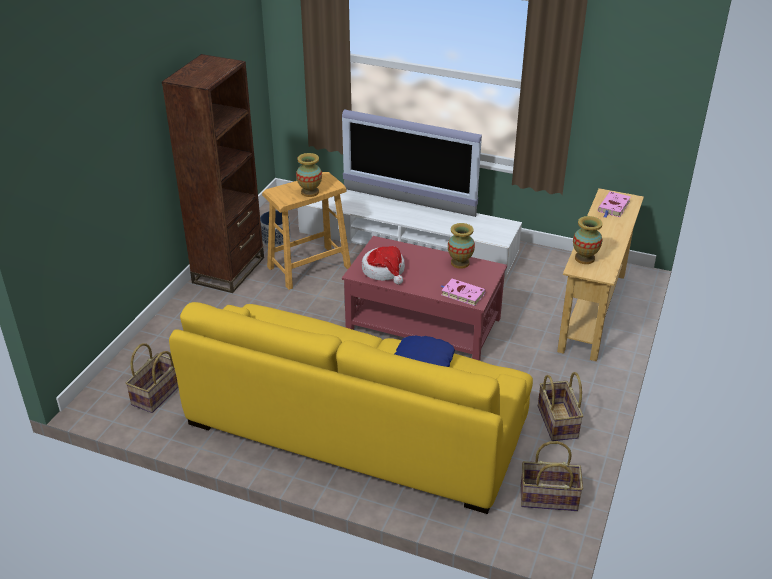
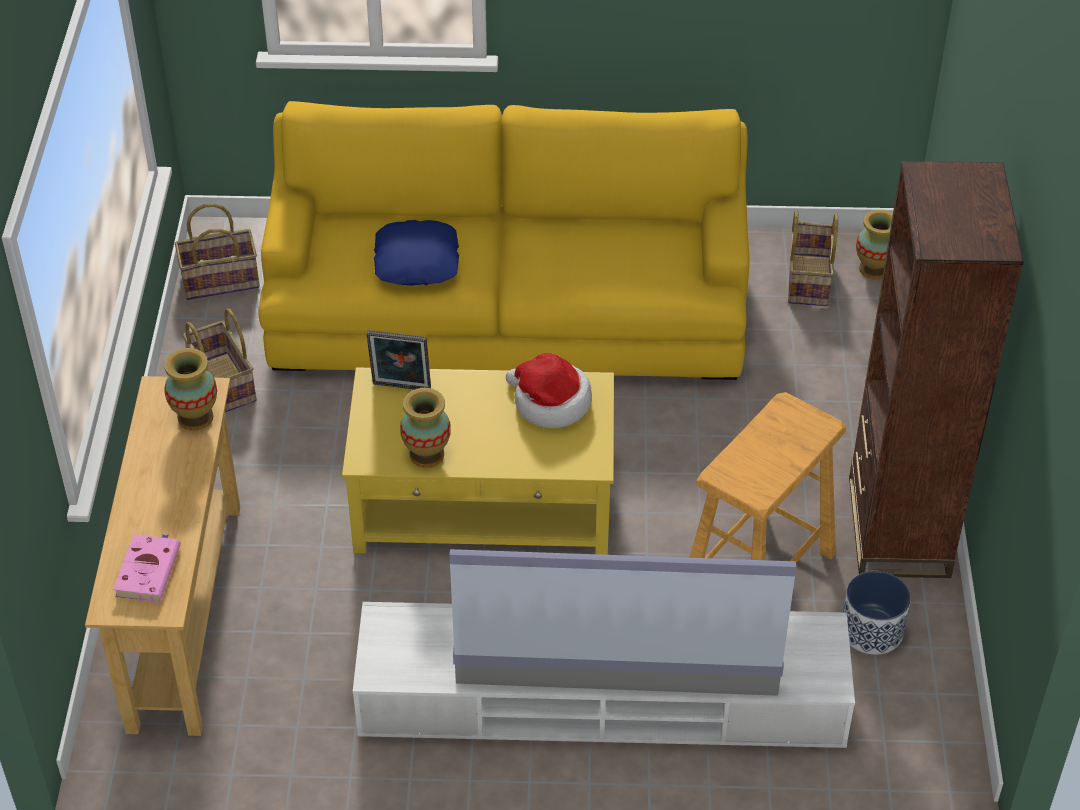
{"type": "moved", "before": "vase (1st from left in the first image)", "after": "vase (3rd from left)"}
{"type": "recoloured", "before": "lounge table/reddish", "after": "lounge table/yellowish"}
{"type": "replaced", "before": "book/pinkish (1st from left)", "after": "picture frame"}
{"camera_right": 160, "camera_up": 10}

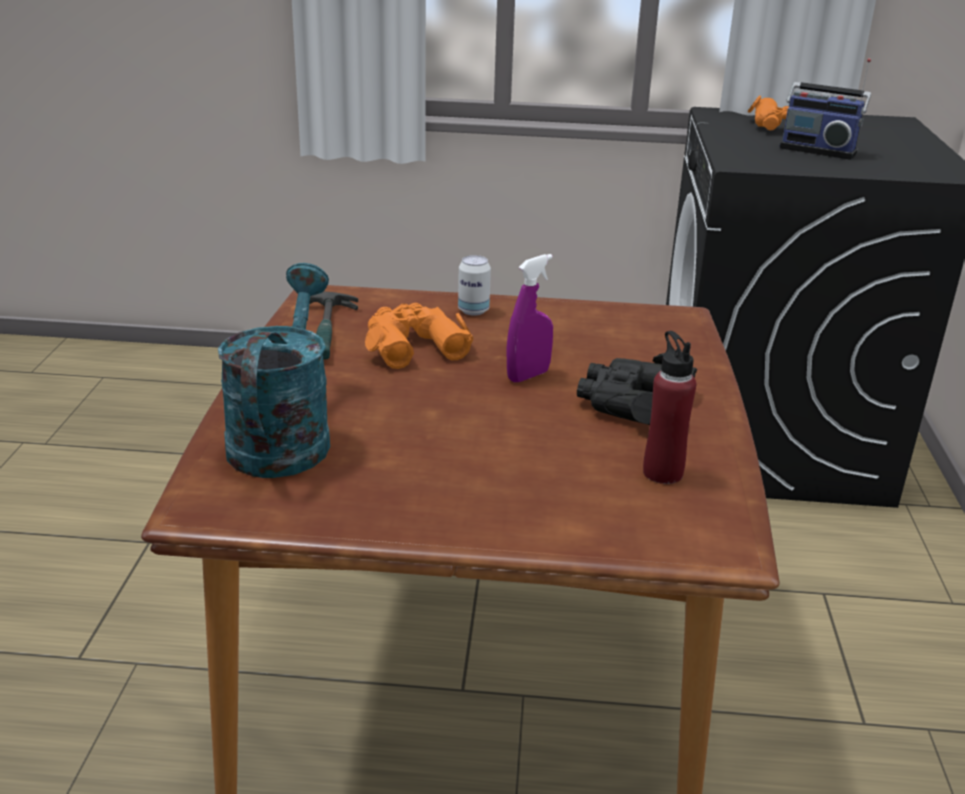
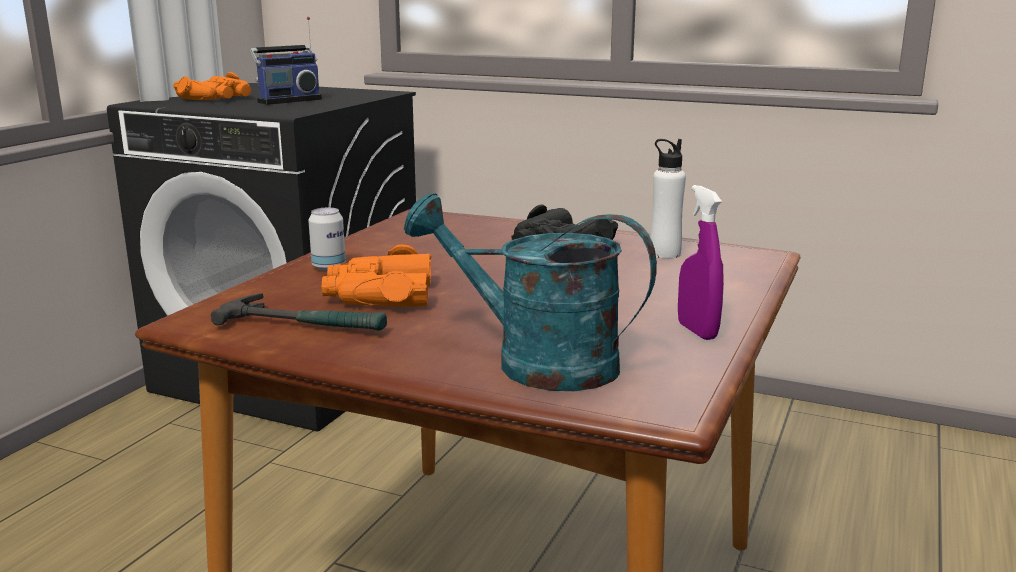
{"type": "moved", "before": "spray bottle/purplish"}
{"type": "recoloured", "before": "beverage bottle/reddish", "after": "beverage bottle/white"}
{"camera_right": -70, "camera_up": -10}

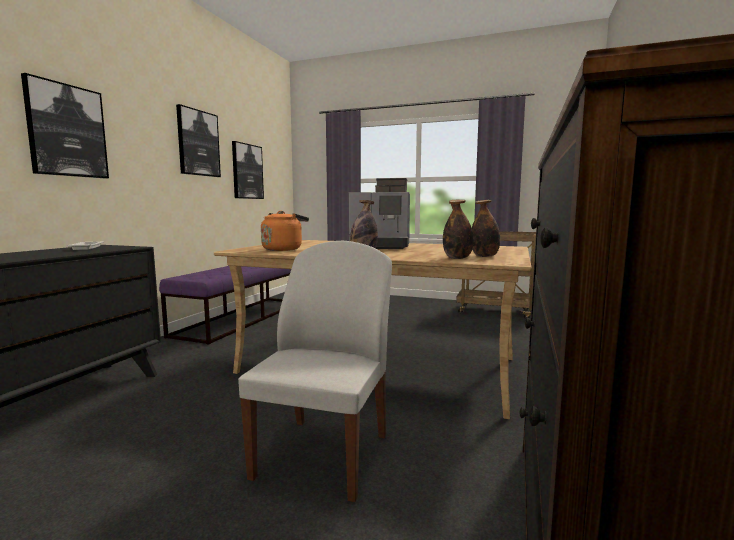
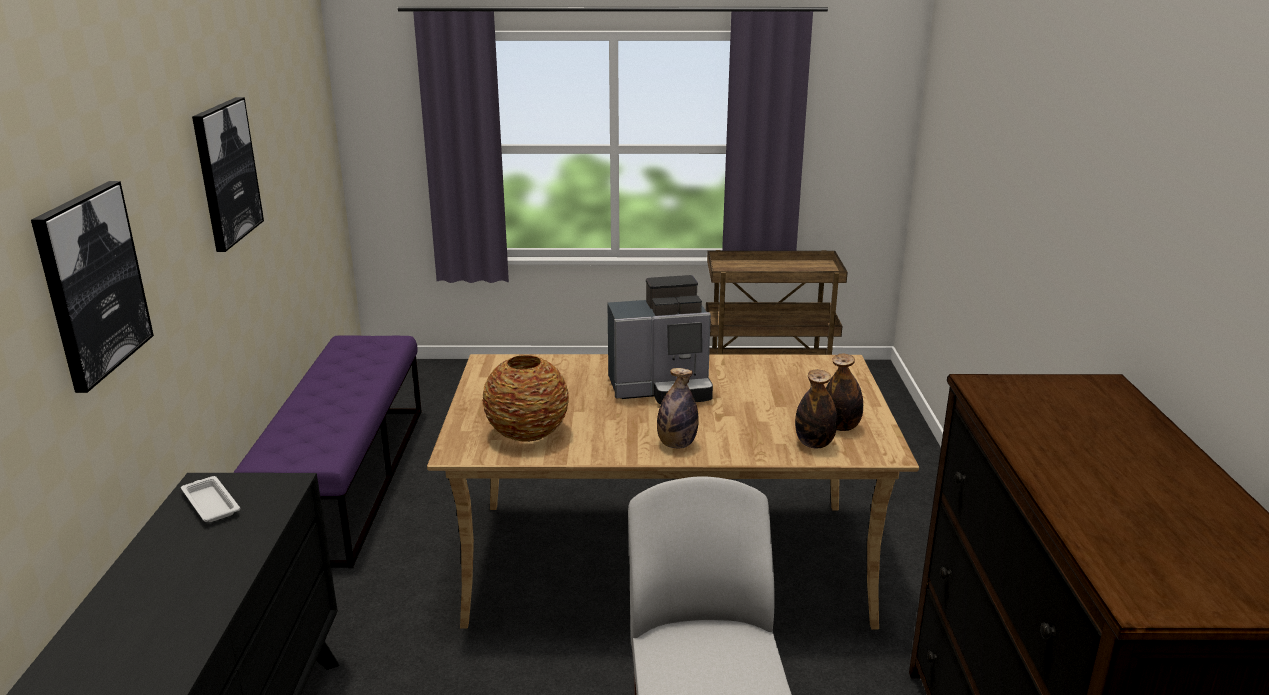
{"type": "removed", "before": "picture (3rd from left)"}
{"type": "replaced", "before": "tea kettle/orange-coloured", "after": "vase"}
{"camera_right": -20, "camera_up": 15}

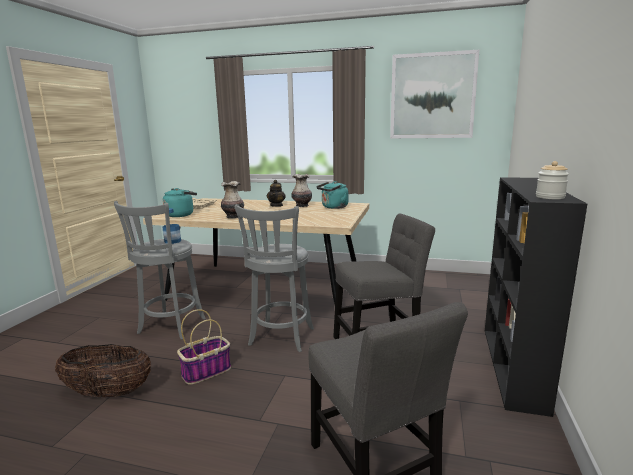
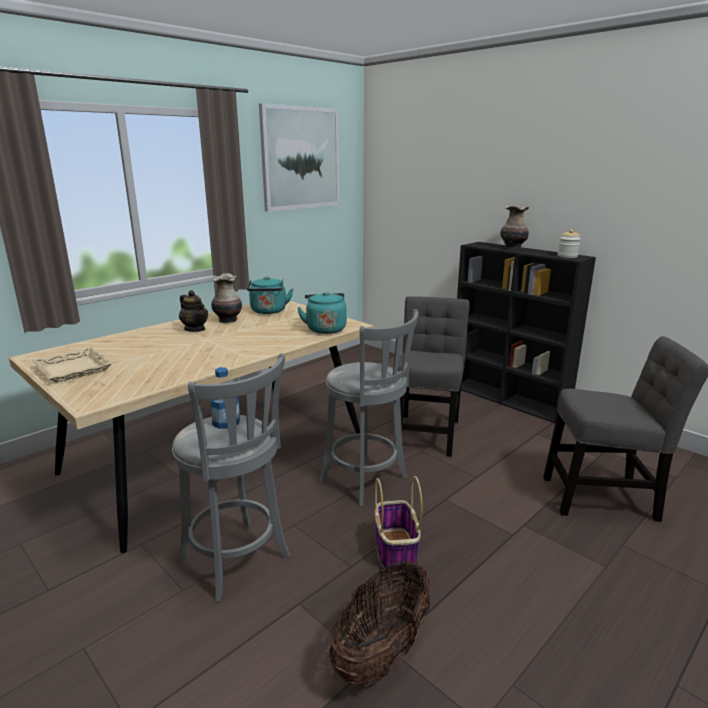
{"type": "moved", "before": "tea kettle/blue-green (1st from left in the first image)", "after": "tea kettle/blue-green (2nd from left)"}
{"type": "moved", "before": "vase (1st from left in the first image)", "after": "vase (2nd from left)"}
{"camera_right": -60, "camera_up": 5}

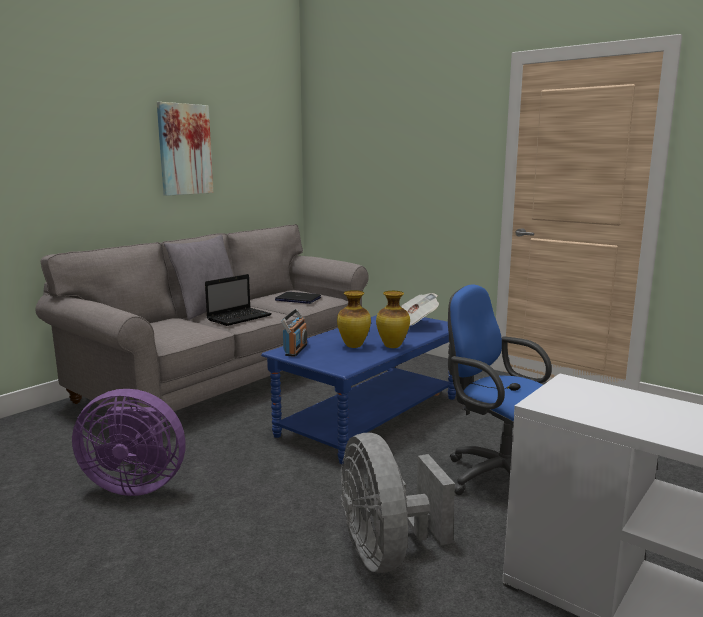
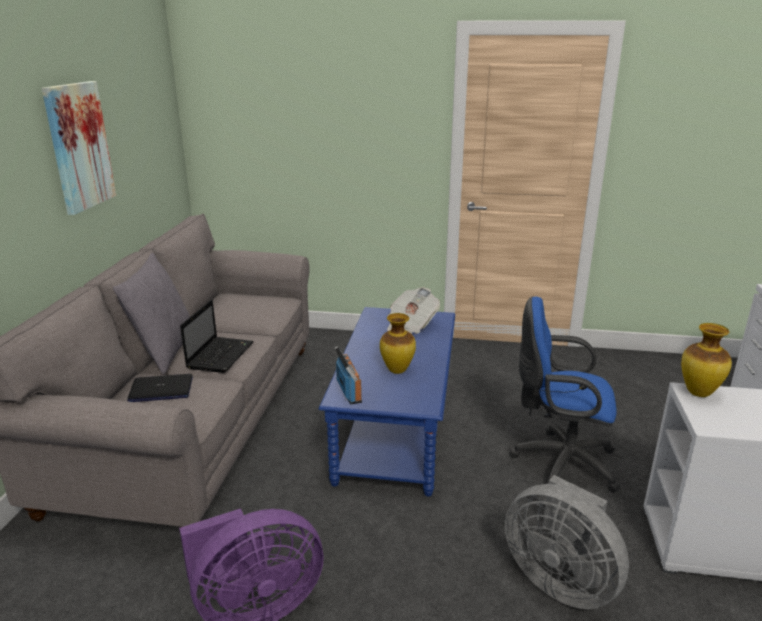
{"type": "moved", "before": "portable computer (2nd from left in the first image)", "after": "portable computer (1st from left)"}
{"type": "moved", "before": "vase (2nd from left)"}
{"camera_right": -30, "camera_up": 10}

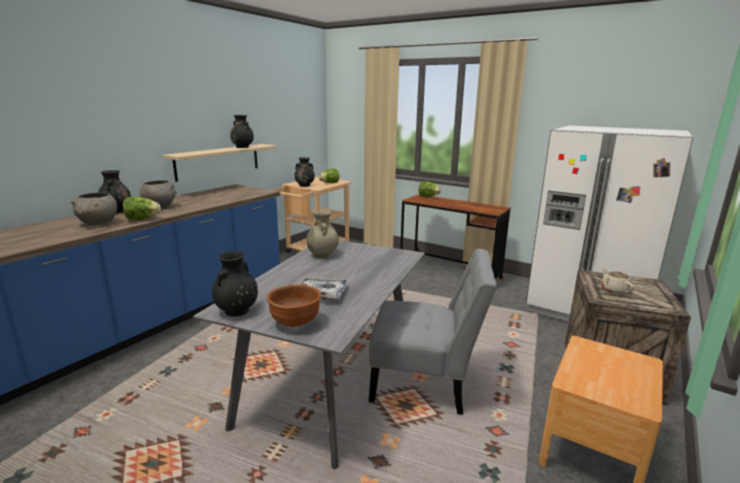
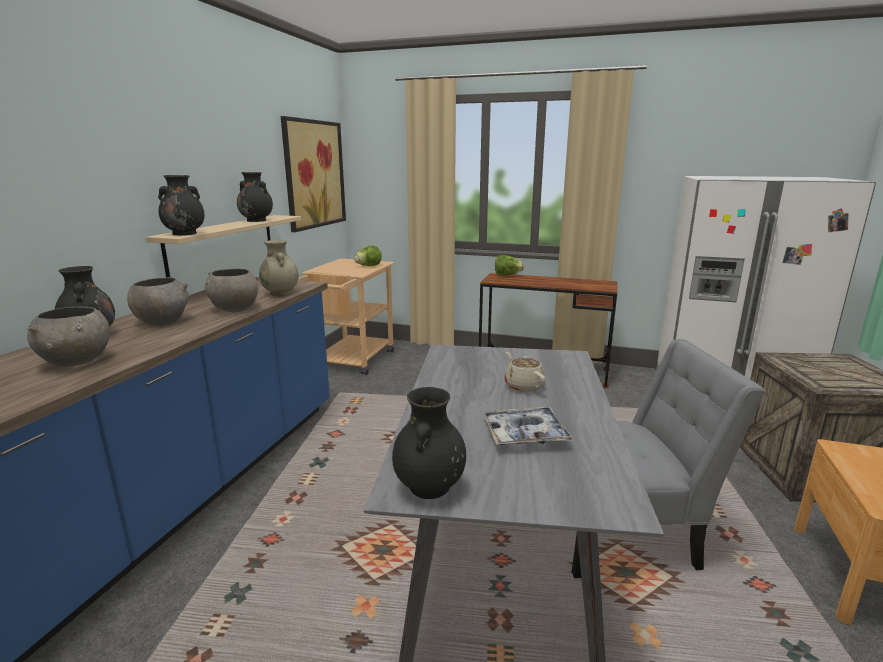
{"type": "removed", "before": "lettuce (1st from left)"}
{"type": "removed", "before": "serving bowl/brown"}
{"type": "moved", "before": "vase/blackish (4th from left in the first image)", "after": "vase/blackish (2nd from left)"}
{"type": "moved", "before": "vase/beige"}
{"type": "moved", "before": "teapot/beige"}
{"type": "added", "after": "serving bowl/greyish (3rd from left)"}
{"type": "added", "after": "picture"}
{"camera_right": -15, "camera_up": 0}

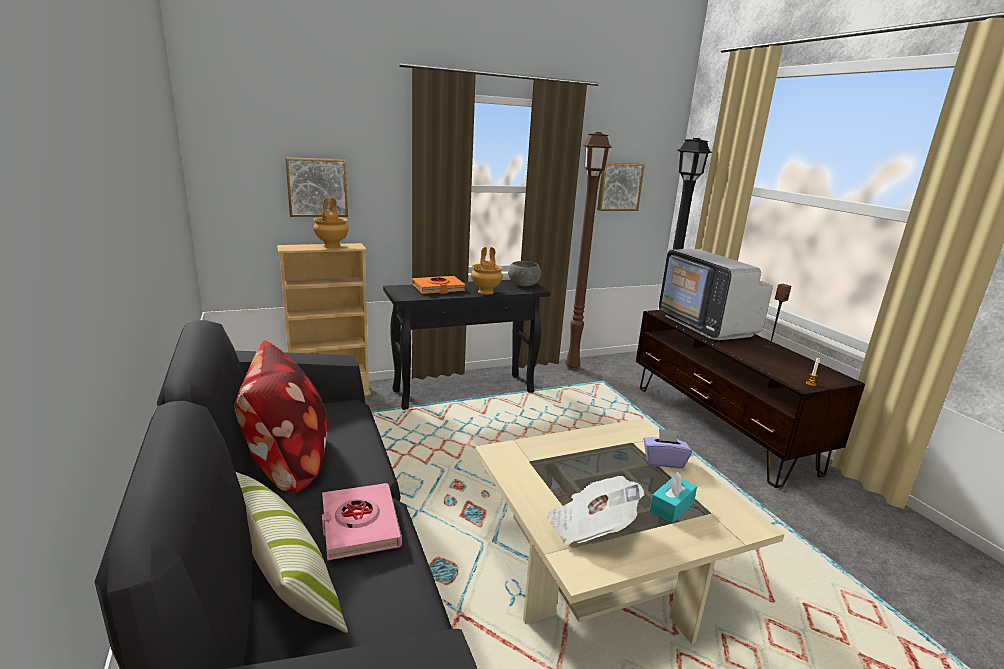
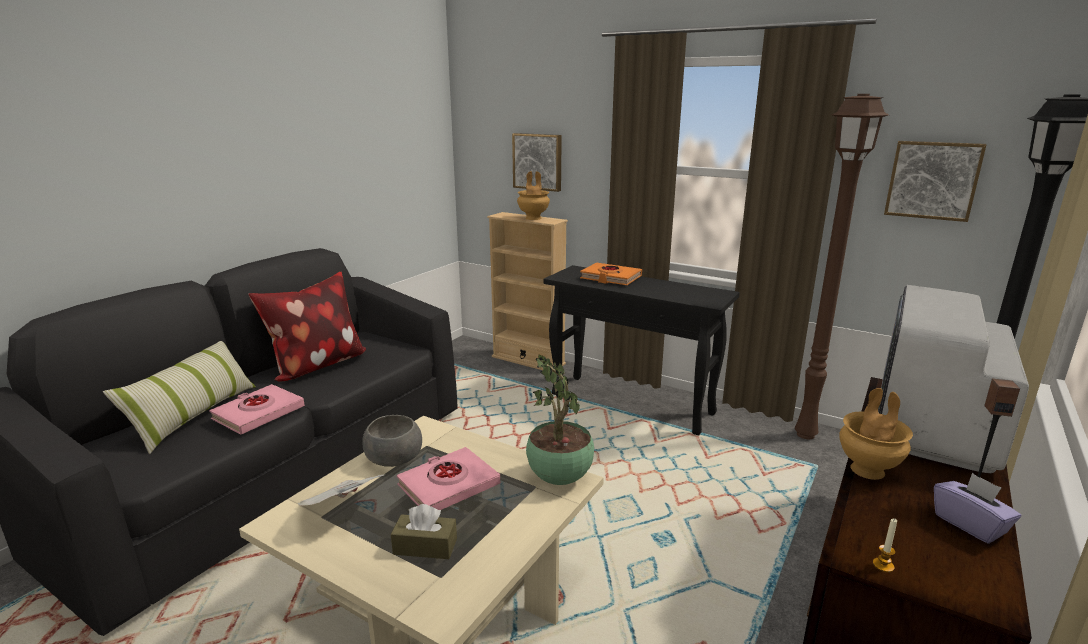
{"type": "moved", "before": "vase/brown (2nd from left)"}
{"type": "moved", "before": "serving bowl/greyish"}
{"type": "moved", "before": "box of tissues/purplish"}
{"type": "recoloured", "before": "box of tissues/blue-green", "after": "box of tissues/brown"}
{"type": "added", "after": "book/pinkish (2nd from left)"}
{"type": "added", "after": "plant in a pot"}
{"camera_right": 55, "camera_up": 0}

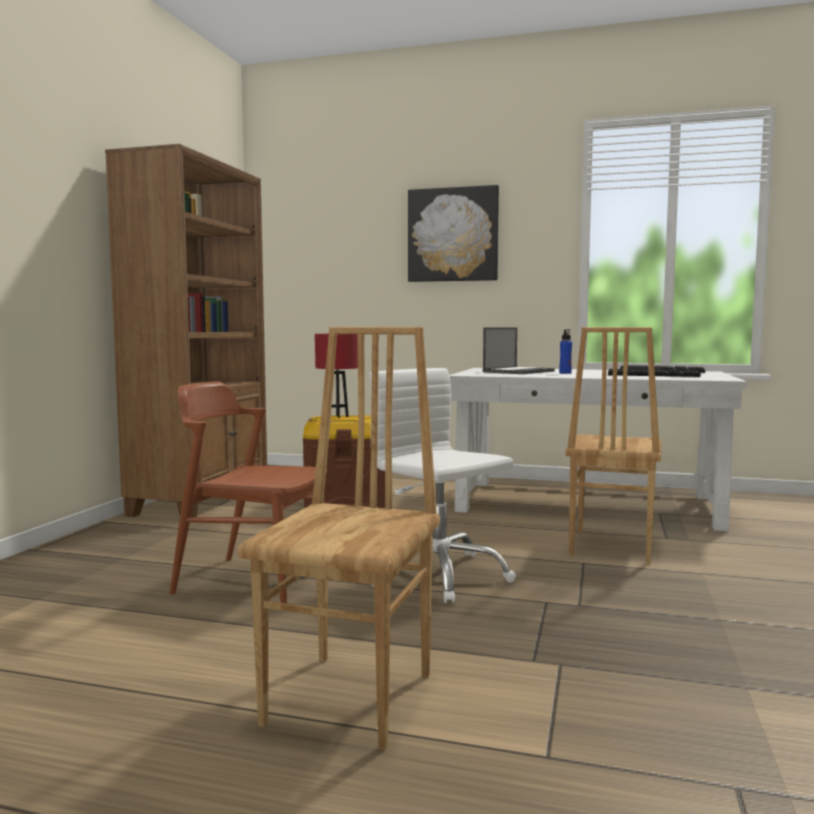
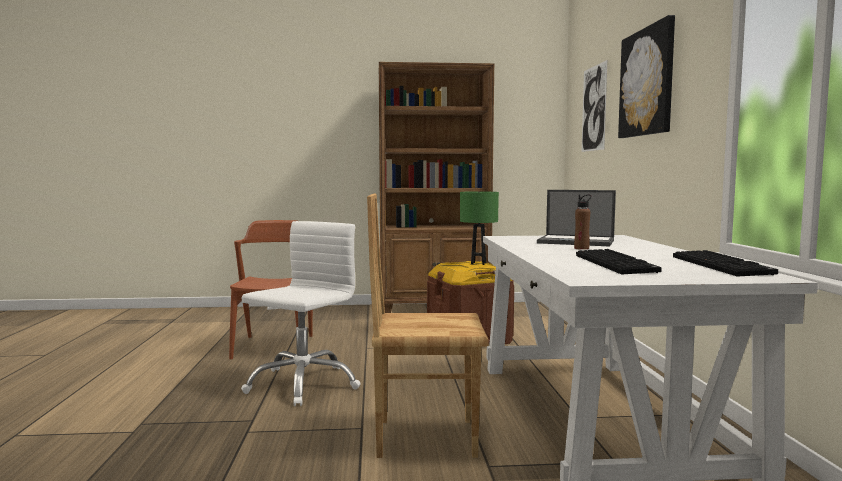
{"type": "removed", "before": "upright chair/brown (2nd from left)"}
{"type": "recoloured", "before": "lamp for a table/reddish", "after": "lamp for a table/greenish"}
{"type": "recoloured", "before": "beverage bottle/bluish", "after": "beverage bottle/brown"}
{"type": "added", "after": "picture (1st from left)"}
{"camera_right": 70, "camera_up": 0}

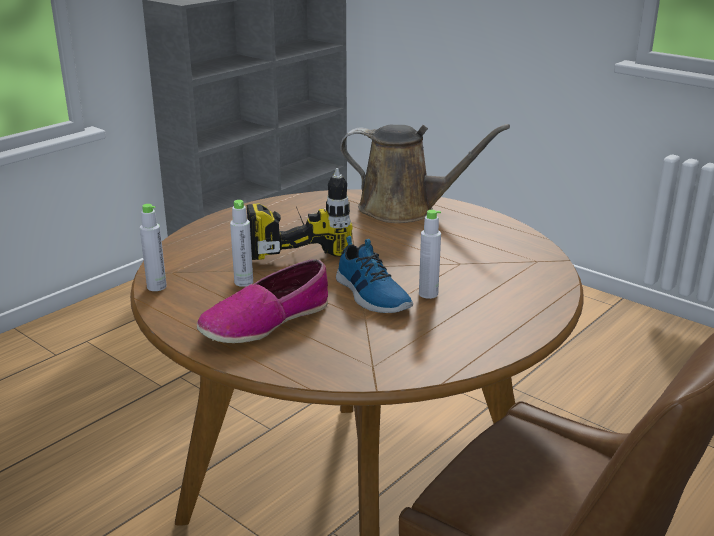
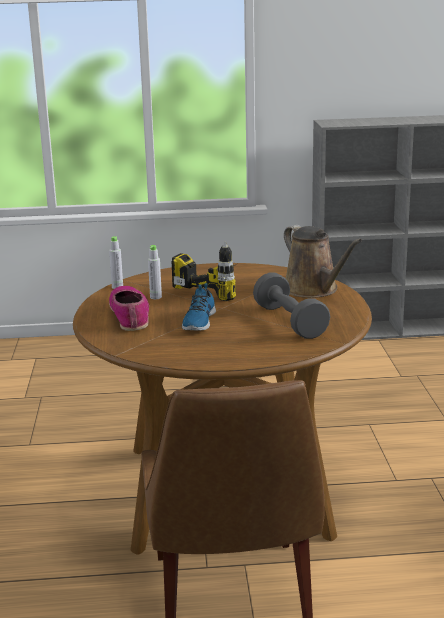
{"type": "turned", "before": "shoe (1st from left)", "turn": 75}
{"type": "removed", "before": "beverage bottle/greyish (3rd from left)"}
{"type": "added", "after": "free weight/greyish"}
{"camera_right": 45, "camera_up": -5}

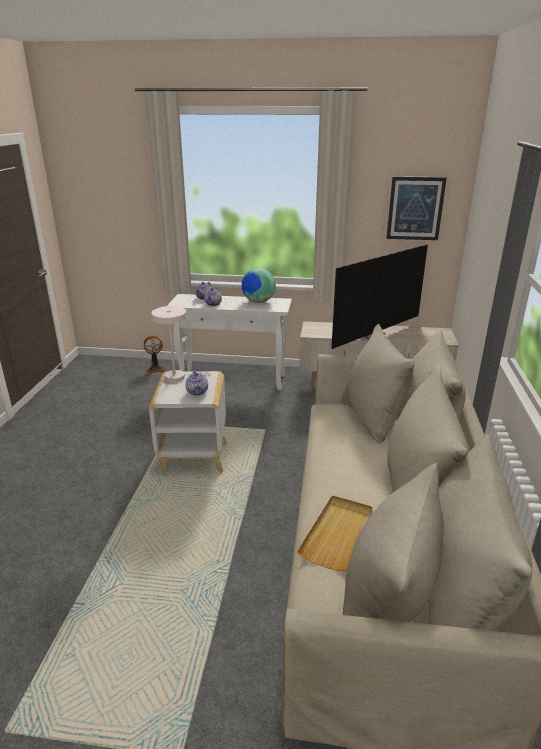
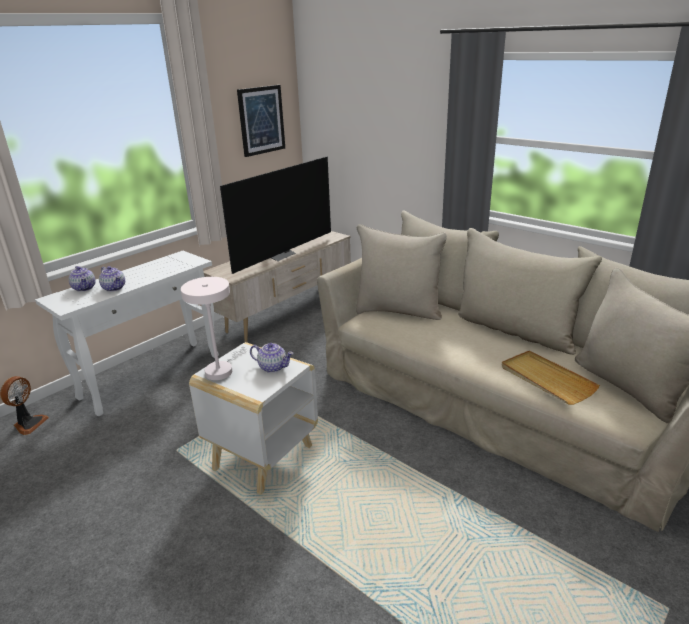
{"type": "removed", "before": "world globe"}
{"type": "turned", "before": "TV", "turn": 45}
{"camera_right": -55, "camera_up": 0}

